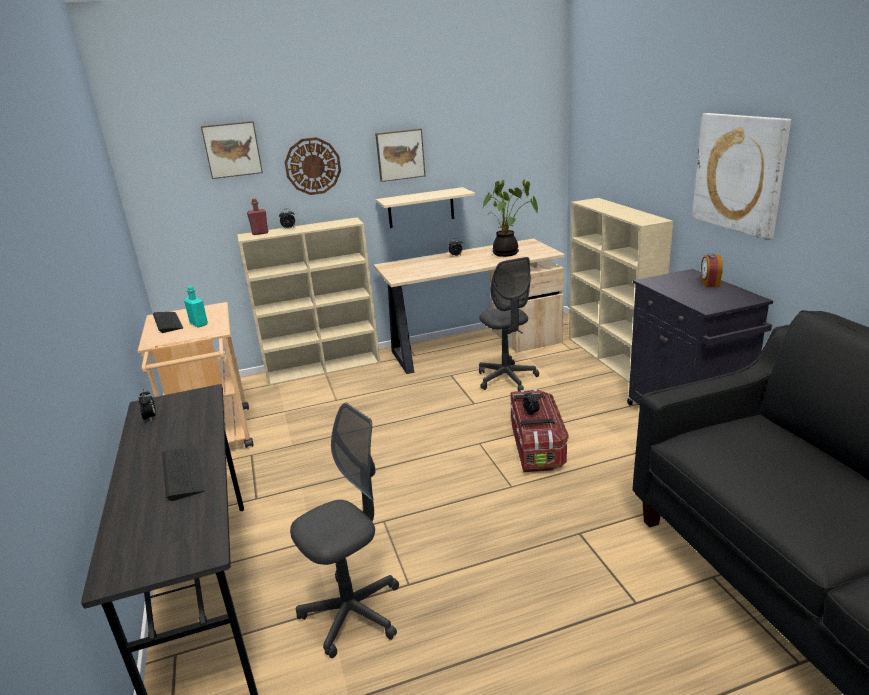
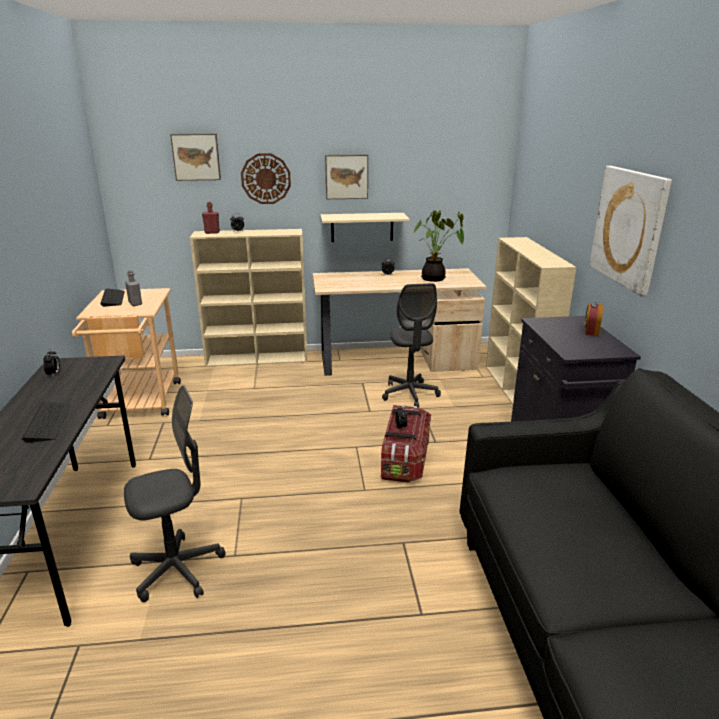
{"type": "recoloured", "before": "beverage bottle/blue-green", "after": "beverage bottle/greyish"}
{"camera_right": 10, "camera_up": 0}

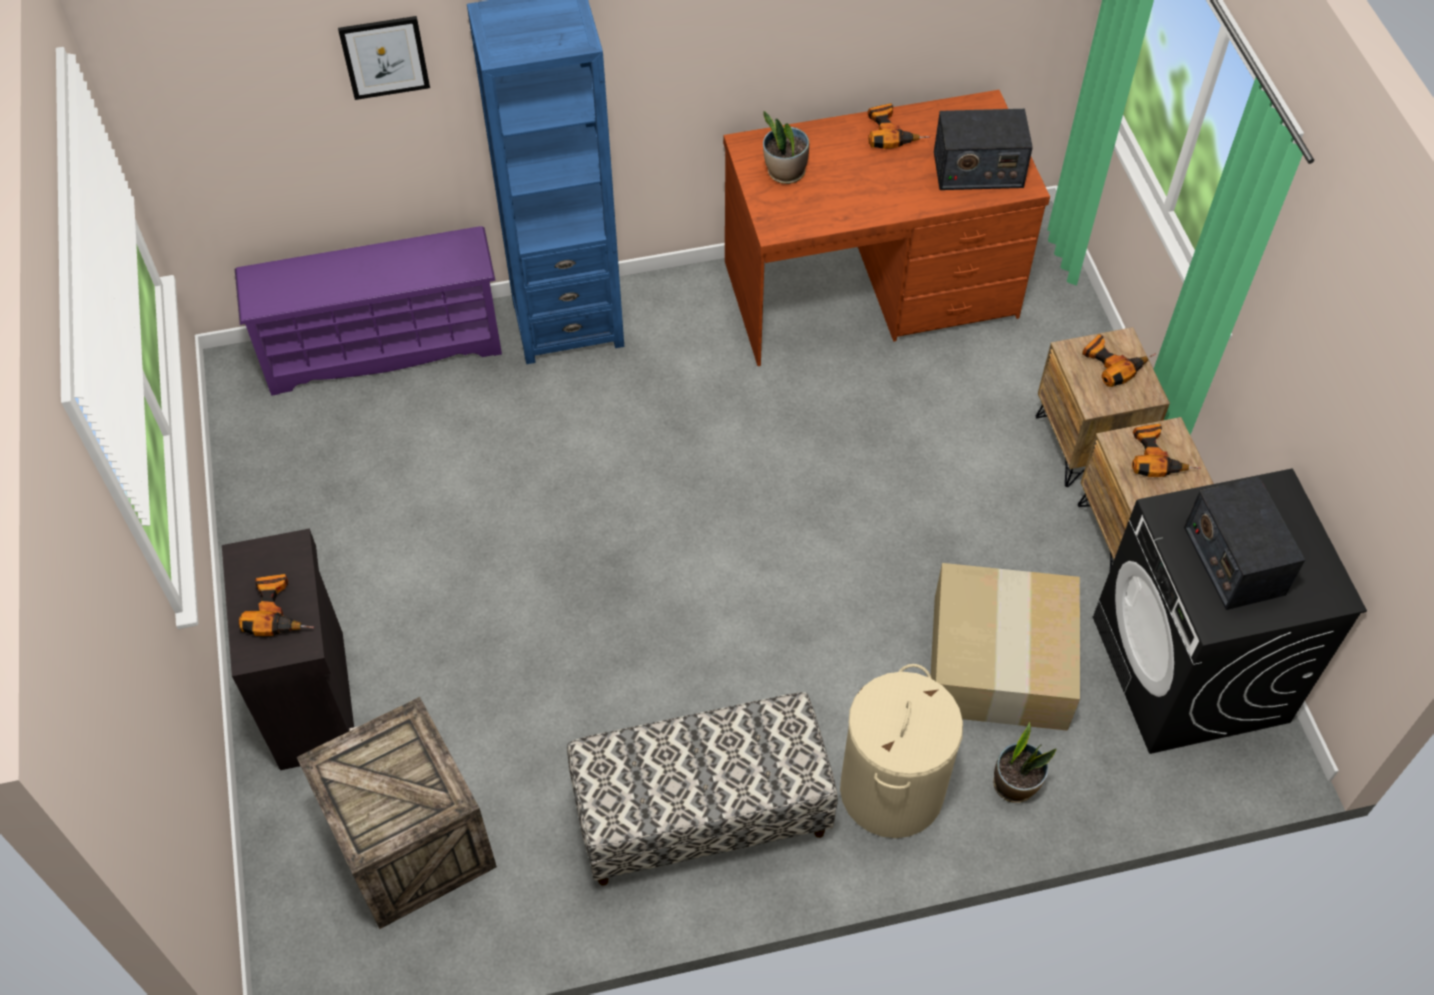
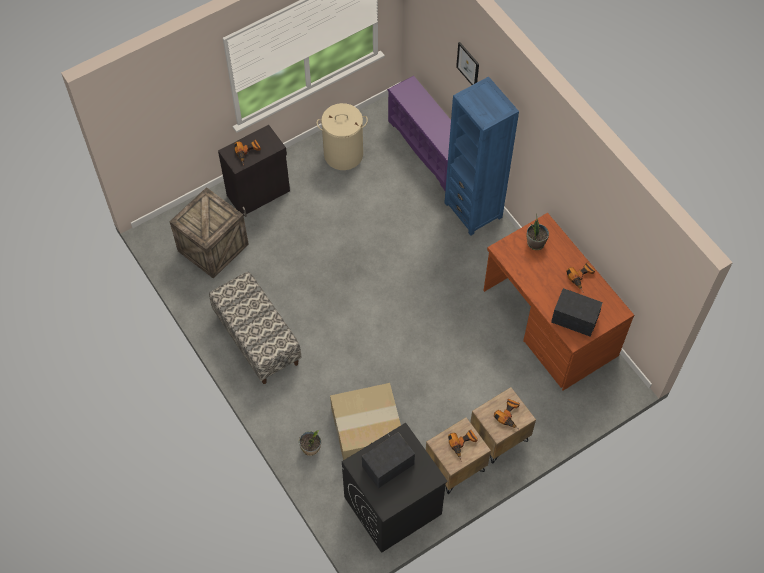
{"type": "moved", "before": "hamper/beige"}
{"type": "turned", "before": "radio set (1st from left in the first image)", "turn": 135}
{"camera_right": 70, "camera_up": 5}

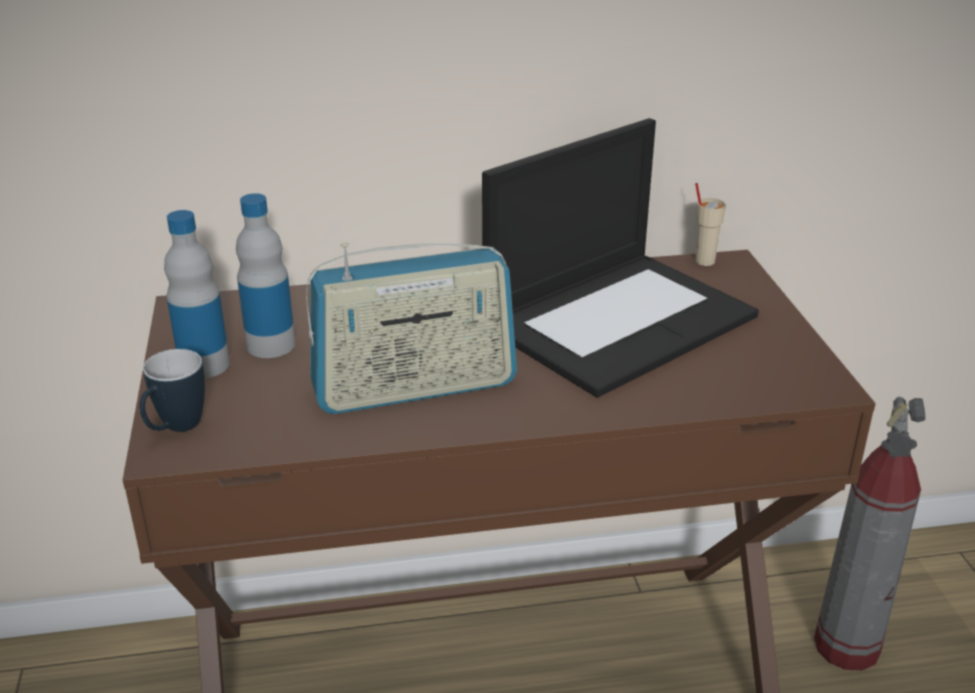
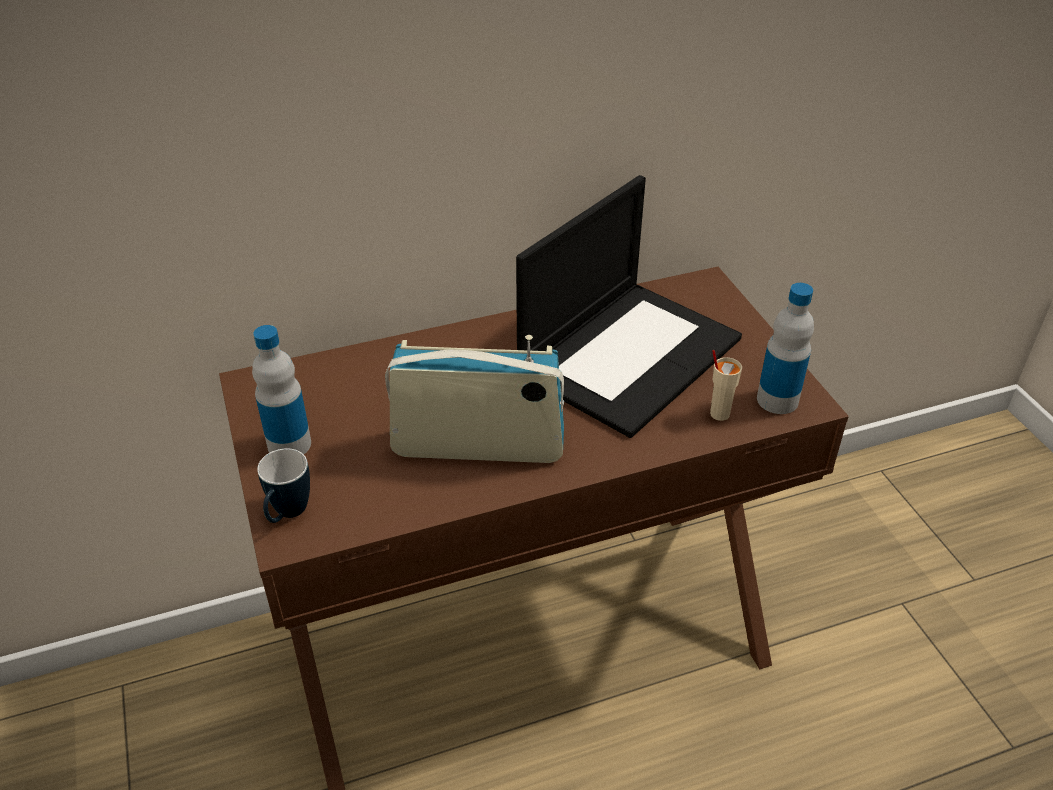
{"type": "moved", "before": "beverage bottle (2nd from left)"}
{"type": "turned", "before": "radio set", "turn": -150}
{"type": "moved", "before": "drinking cup/beige"}
{"type": "removed", "before": "fire-fighting cylinder"}
{"camera_right": -10, "camera_up": 10}

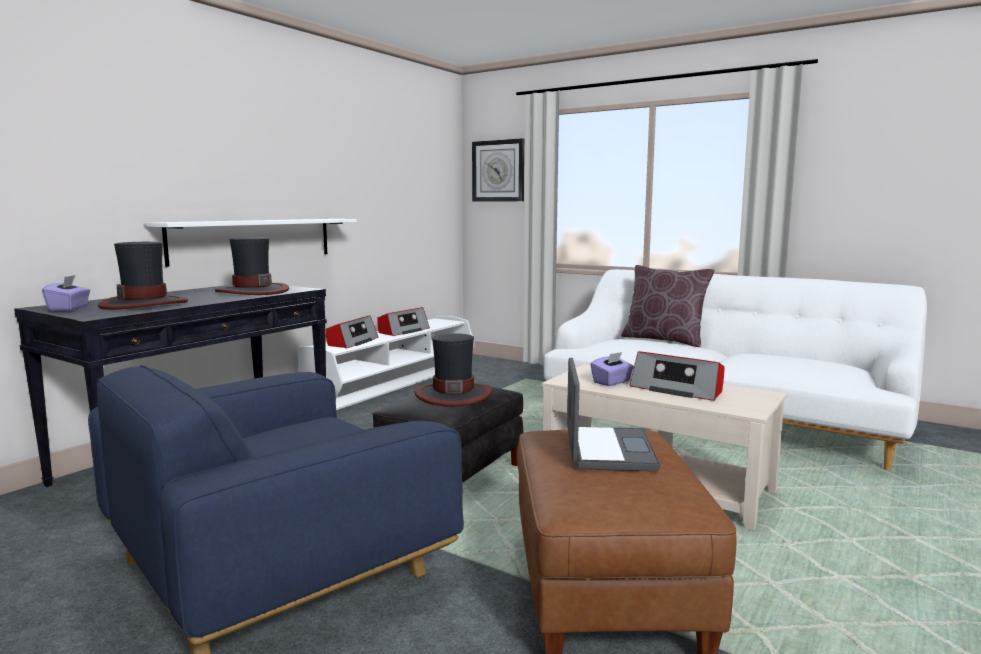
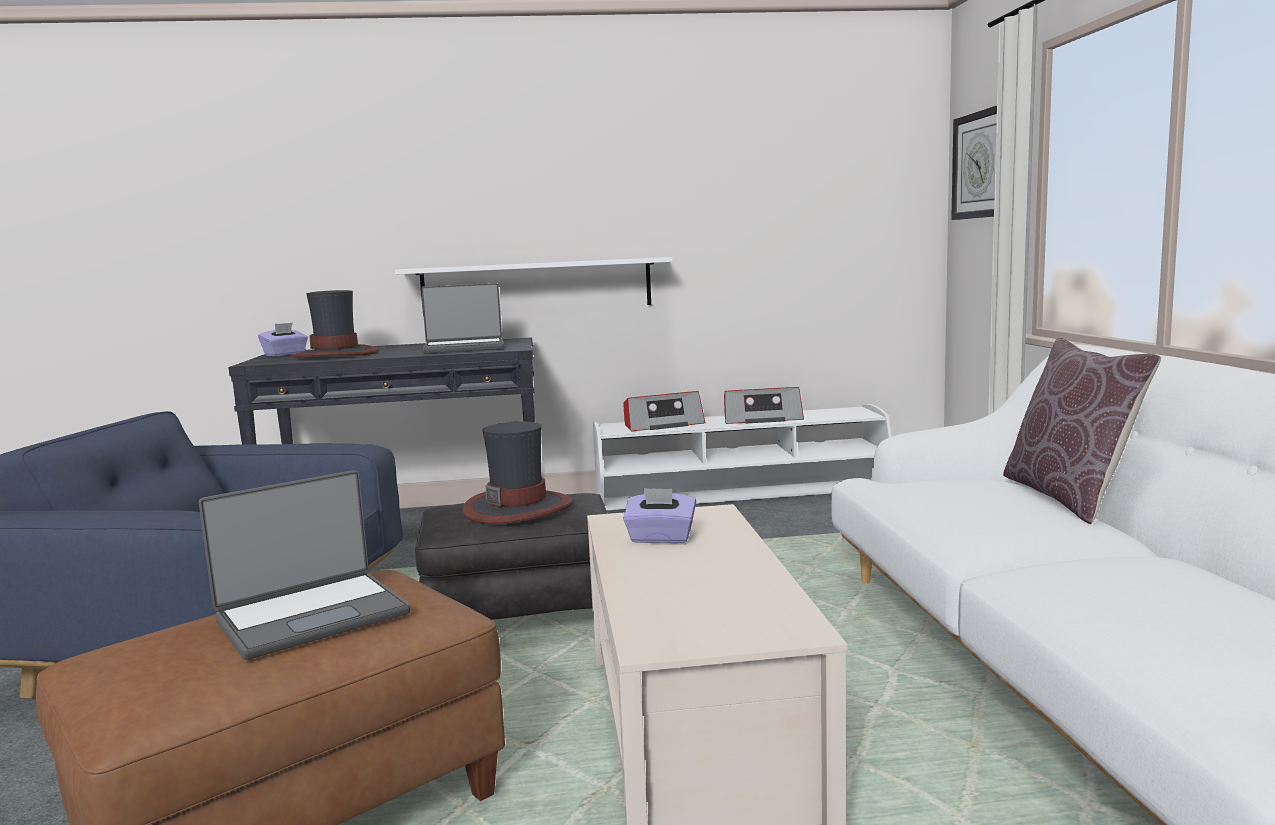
{"type": "replaced", "before": "clothing hat (2nd from left)", "after": "portable computer (2nd from left)"}
{"type": "removed", "before": "radio set (3rd from left)"}
{"camera_right": 50, "camera_up": 0}

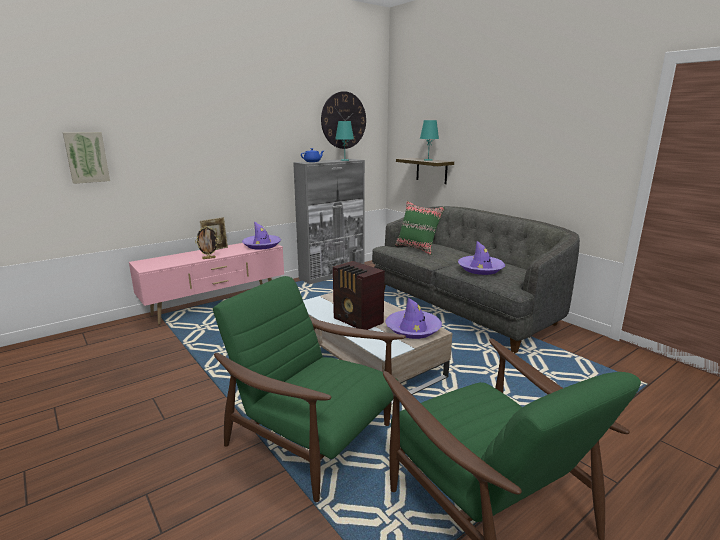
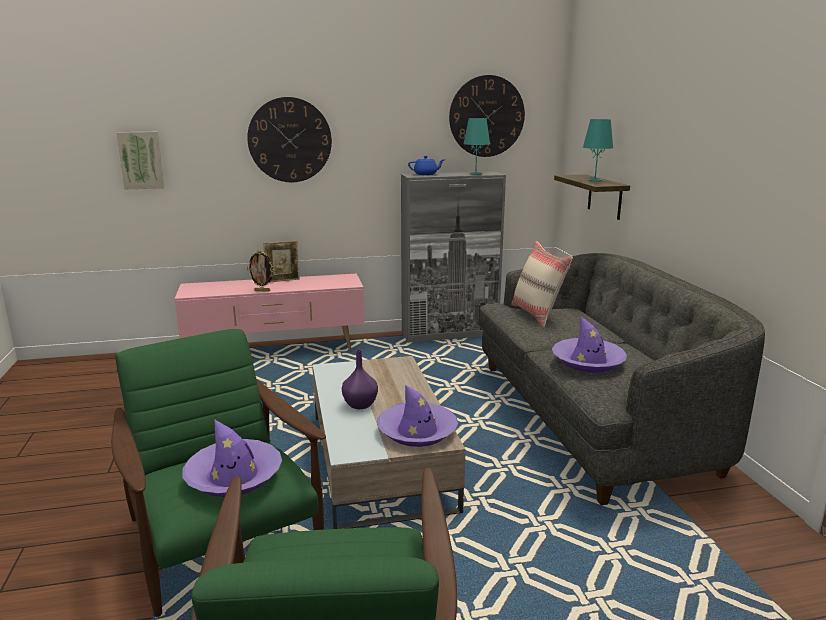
{"type": "moved", "before": "clothing hat/purplish (1st from left)"}
{"type": "replaced", "before": "radio set", "after": "vase/purplish"}
{"type": "recoloured", "before": "throw pillow/greenish", "after": "throw pillow/beige"}
{"type": "added", "after": "wall clock (1st from left)"}
{"camera_right": 25, "camera_up": 0}

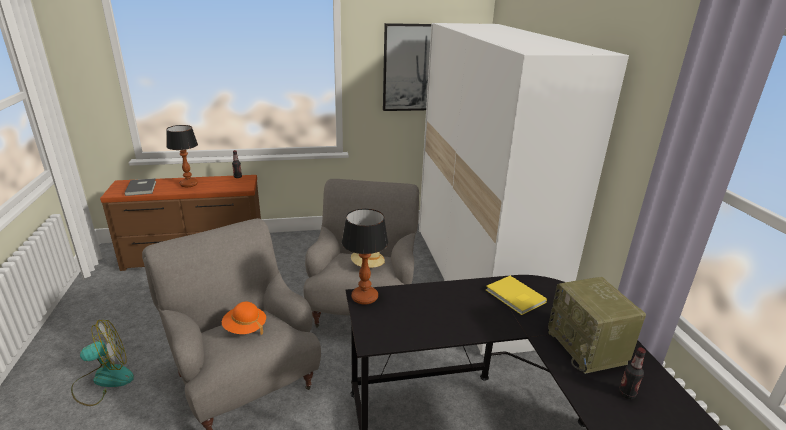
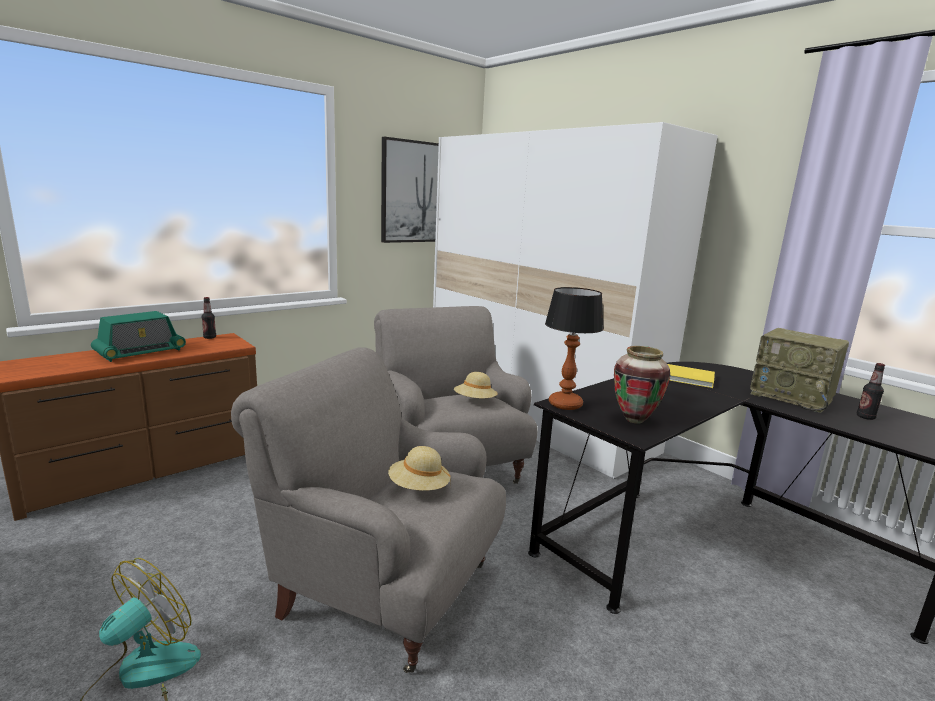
{"type": "removed", "before": "book/greyish"}
{"type": "replaced", "before": "lamp for a table (1st from left)", "after": "radio set (1st from left)"}
{"type": "recoloured", "before": "clothing hat/orange-coloured", "after": "clothing hat/beige (1st from left)"}
{"type": "added", "after": "vase"}
{"camera_right": -30, "camera_up": -10}

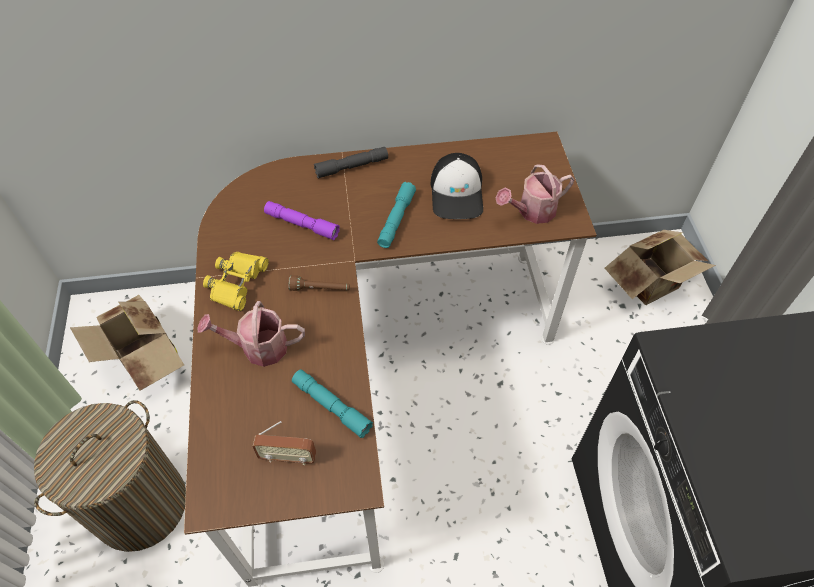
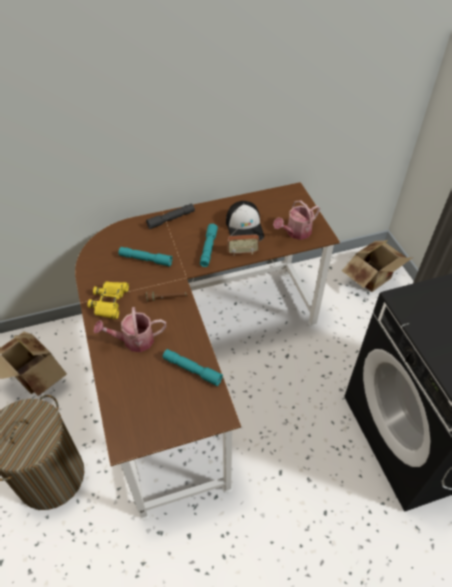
{"type": "moved", "before": "radio set"}
{"type": "recoloured", "before": "torch/purplish", "after": "torch/blue-green (1st from left)"}
{"camera_right": -10, "camera_up": -5}

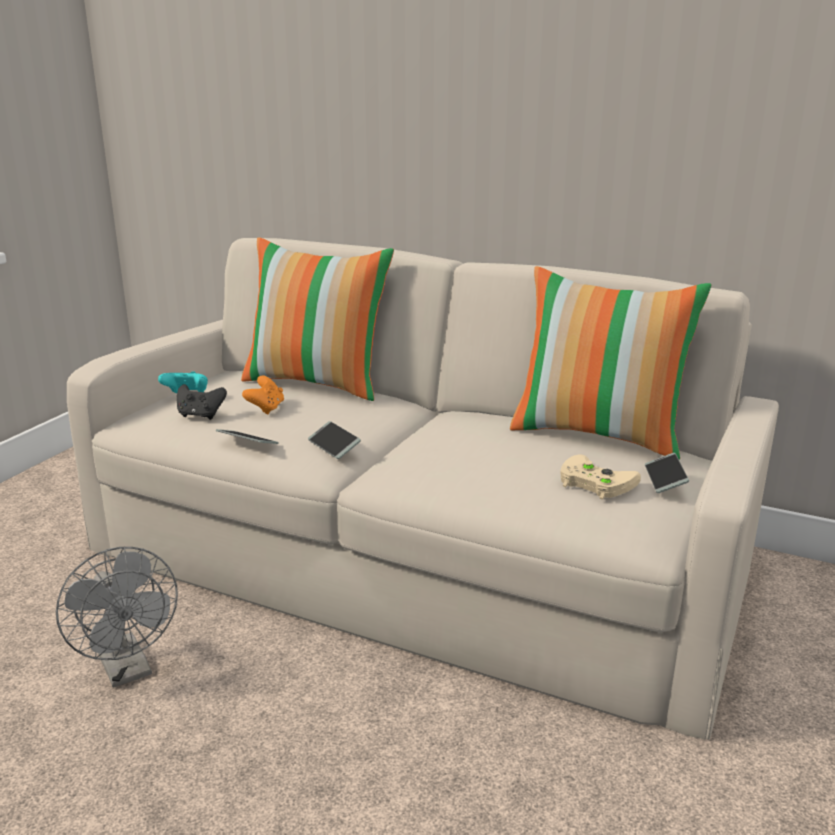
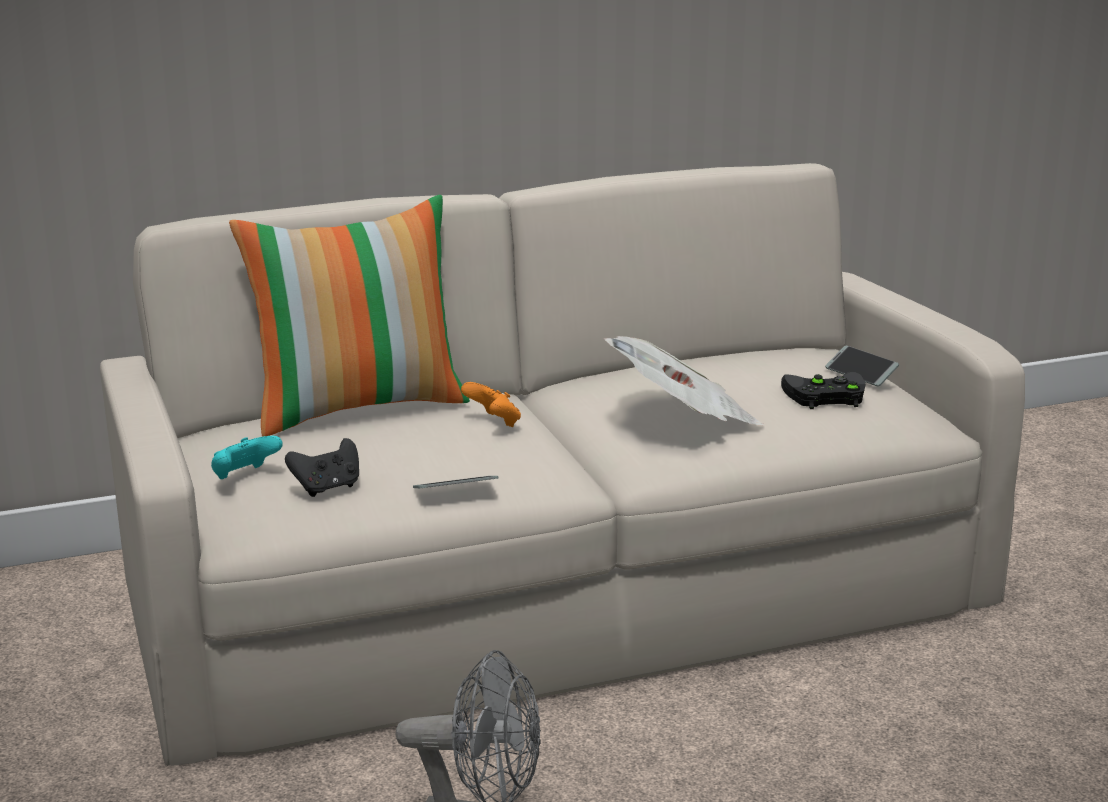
{"type": "moved", "before": "game controller/orange-coloured"}
{"type": "removed", "before": "phone (2nd from left)"}
{"type": "removed", "before": "throw pillow (2nd from left)"}
{"type": "recoloured", "before": "game controller/beige", "after": "game controller/blackish (2nd from left)"}
{"type": "added", "after": "daily paper"}
{"camera_right": -45, "camera_up": 0}

